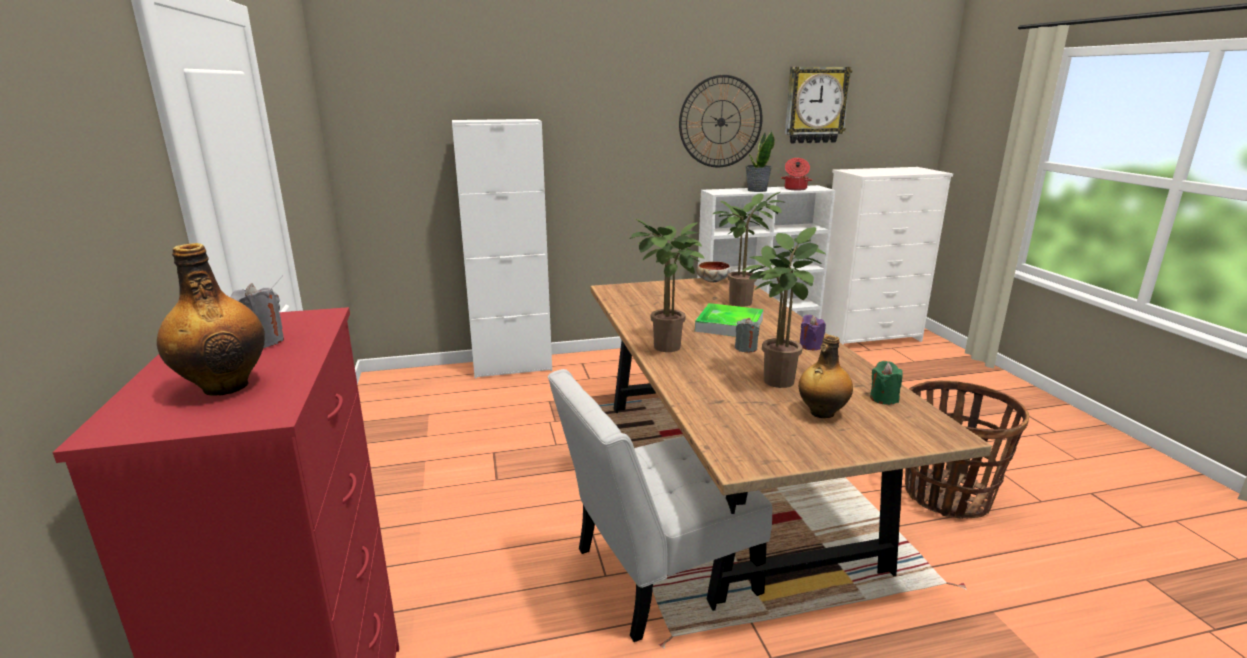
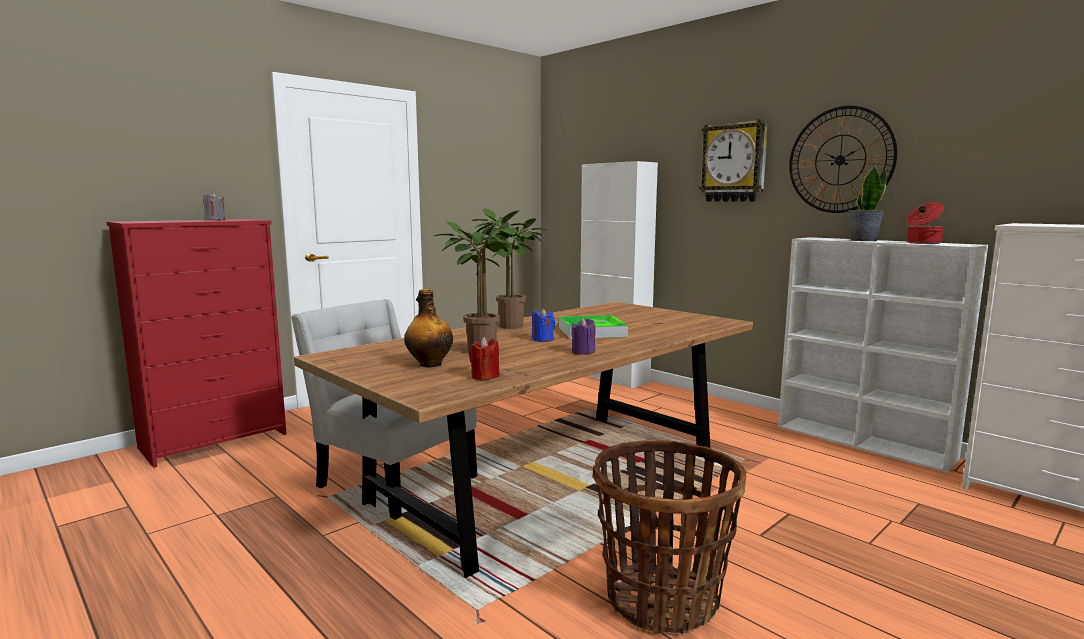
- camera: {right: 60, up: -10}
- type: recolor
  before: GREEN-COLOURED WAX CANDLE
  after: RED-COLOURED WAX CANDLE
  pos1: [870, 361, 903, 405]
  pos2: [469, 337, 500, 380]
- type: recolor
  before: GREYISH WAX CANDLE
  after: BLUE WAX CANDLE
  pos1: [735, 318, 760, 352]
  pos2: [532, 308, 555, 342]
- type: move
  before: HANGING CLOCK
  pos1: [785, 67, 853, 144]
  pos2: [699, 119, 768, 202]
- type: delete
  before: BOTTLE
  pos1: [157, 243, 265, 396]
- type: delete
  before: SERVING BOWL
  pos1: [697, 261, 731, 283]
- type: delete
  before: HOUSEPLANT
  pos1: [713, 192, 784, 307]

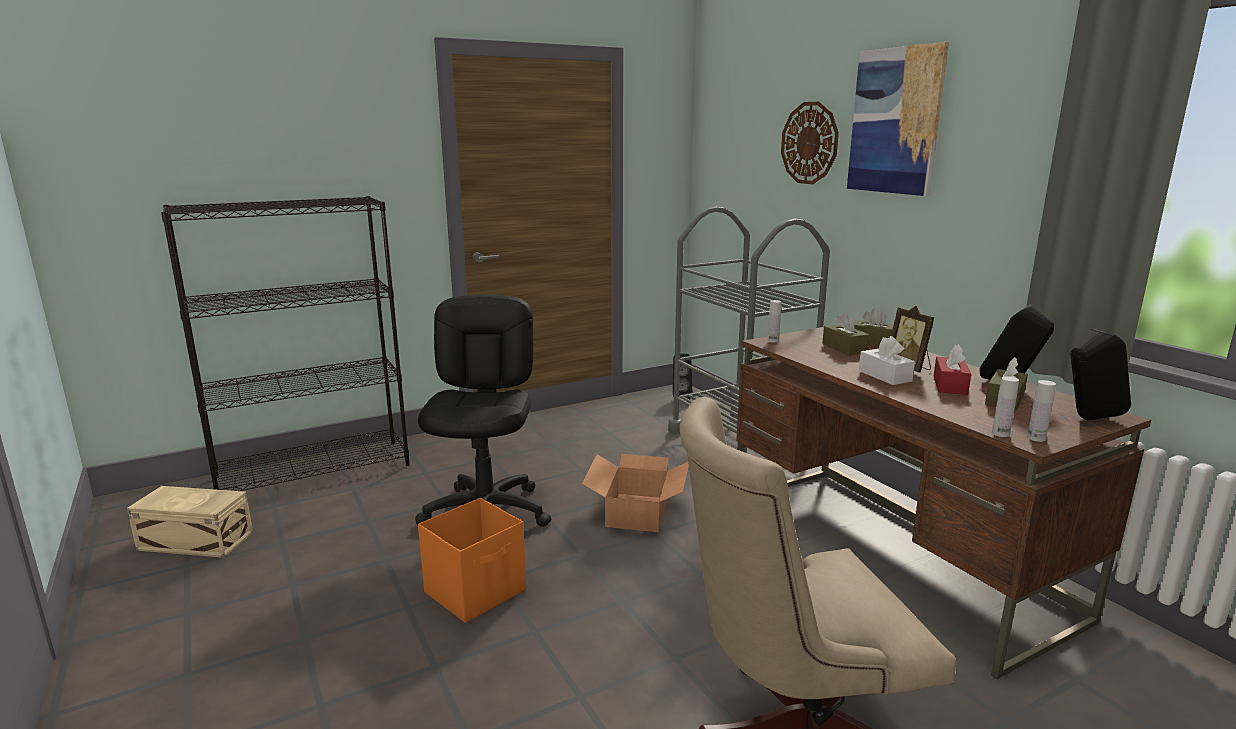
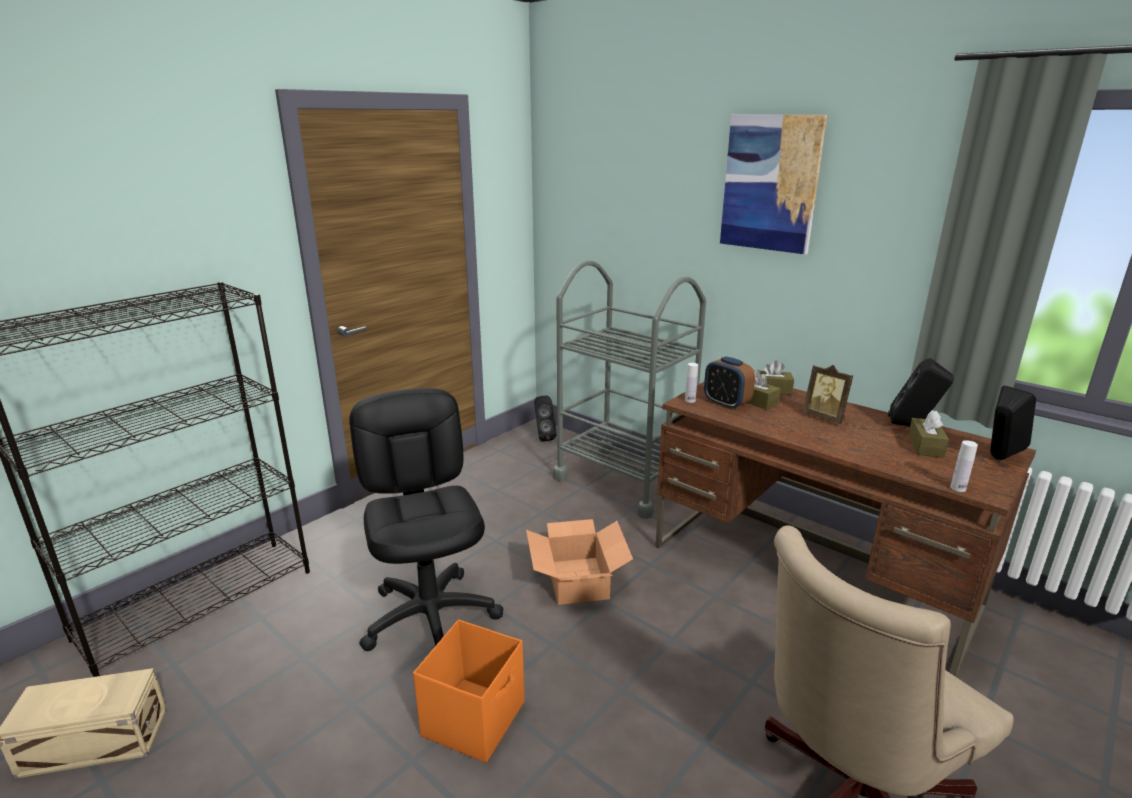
- camera: {right: -20, up: 5}
- type: insert
  after: BEDSIDE CLOCK
  pos2: [704, 356, 755, 410]
- type: delete
  before: HANGING CLOCK
  pos1: [781, 102, 839, 184]
- type: delete
  before: WHITISH TISSUE BOX
  pos1: [859, 336, 915, 385]
- type: delete
  before: RED-COLOURED TISSUE BOX
  pos1: [934, 344, 971, 395]
- type: delete
  before: WHITISH BOTTLE
  pos1: [1027, 380, 1056, 442]

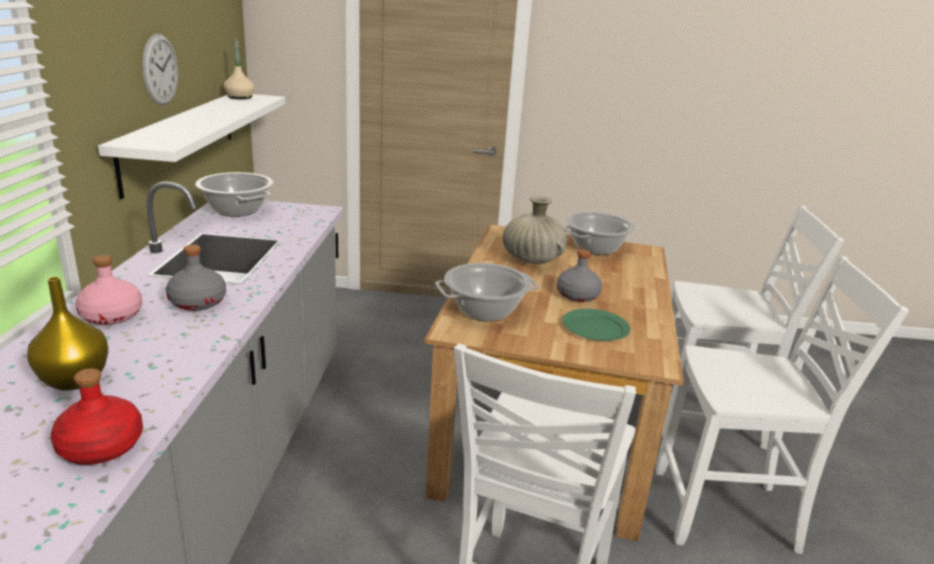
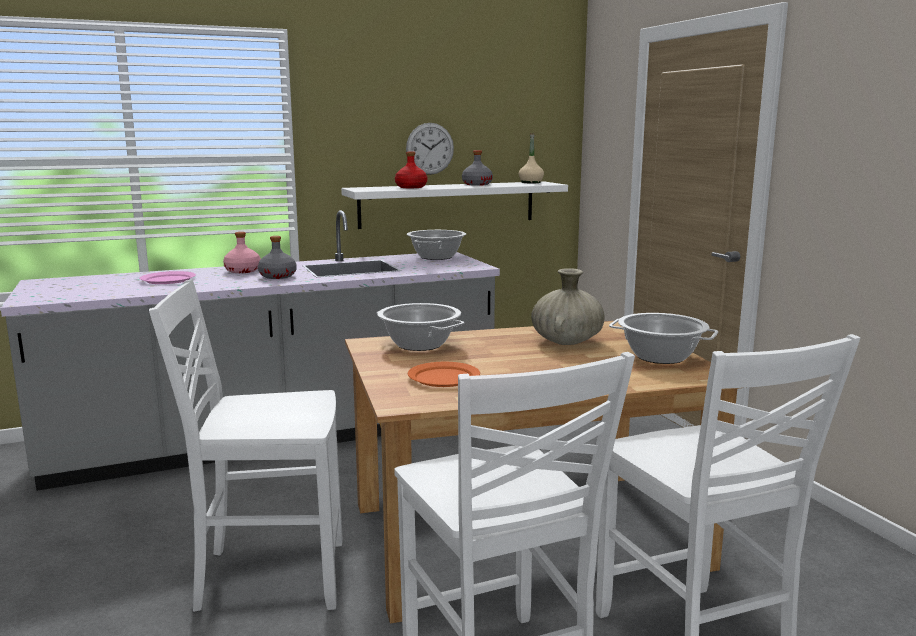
- camera: {right: 65, up: -10}
- type: replace
  before: YELLOW-COLOURED DECORATIVE VASE
  after: PINK DINNER PLATE
  pos1: [27, 277, 108, 391]
  pos2: [139, 271, 196, 284]
- type: move
  before: RED-COLOURED BOTTLE
  pos1: [51, 368, 143, 465]
  pos2: [395, 152, 427, 188]
- type: recolor
  before: GREEN-COLOURED DINNER PLATE
  after: ORANGE-COLOURED DINNER PLATE
  pos1: [562, 308, 631, 341]
  pos2: [408, 362, 480, 387]
- type: move
  before: GREYISH BOTTLE
  pos1: [557, 249, 602, 302]
  pos2: [462, 150, 493, 186]

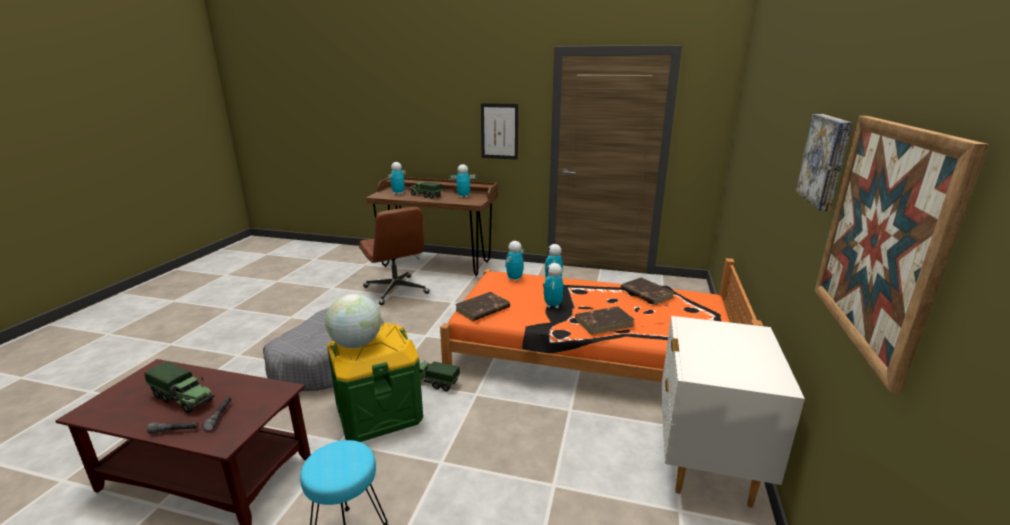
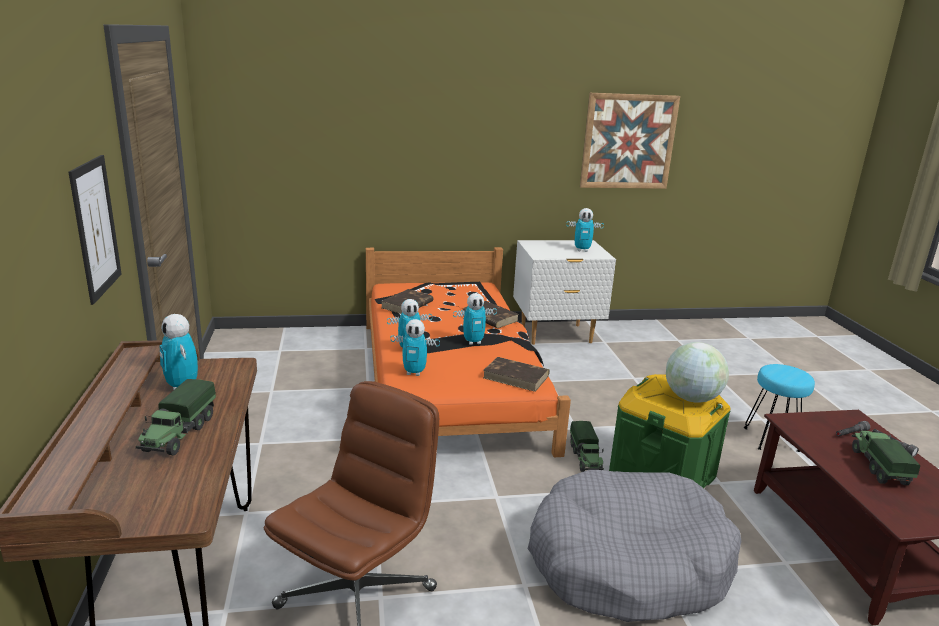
- camera: {right: -115, up: 0}
- type: move
  before: MODEL ROBOT
  pos1: [388, 162, 406, 195]
  pos2: [566, 208, 604, 252]
- type: delete
  before: WALL PICTURE
  pos1: [796, 114, 853, 211]

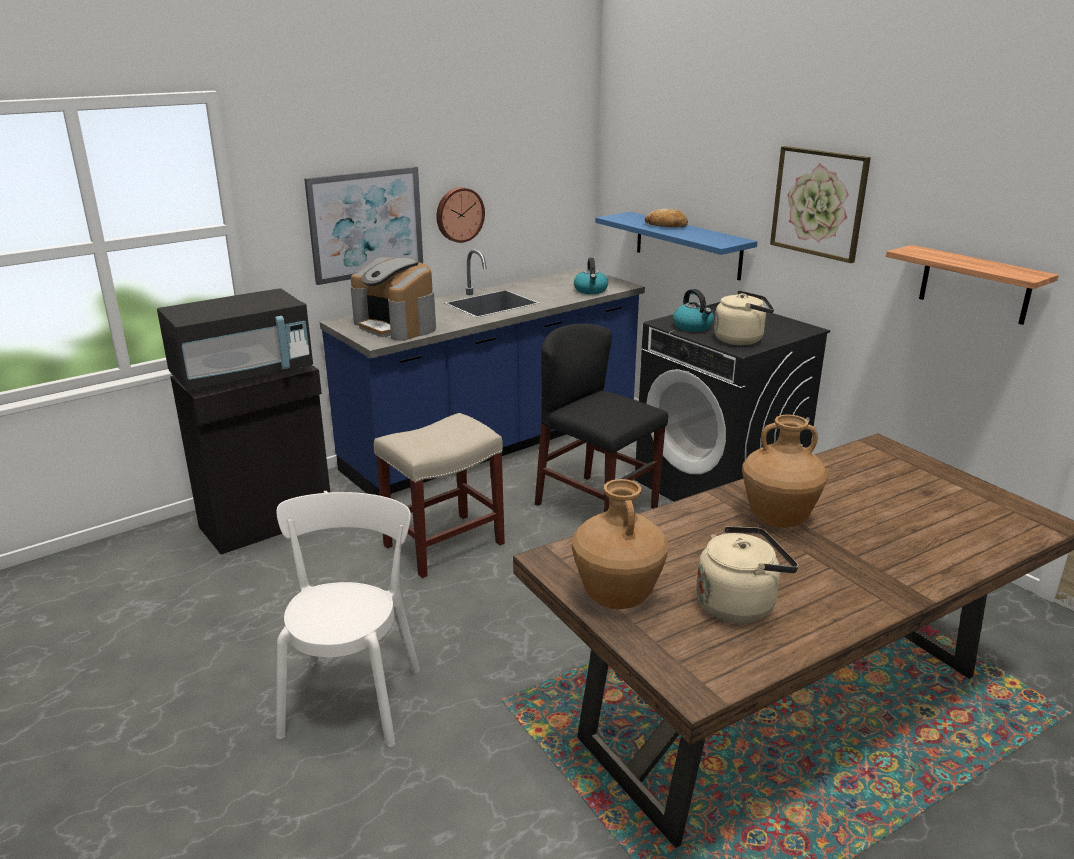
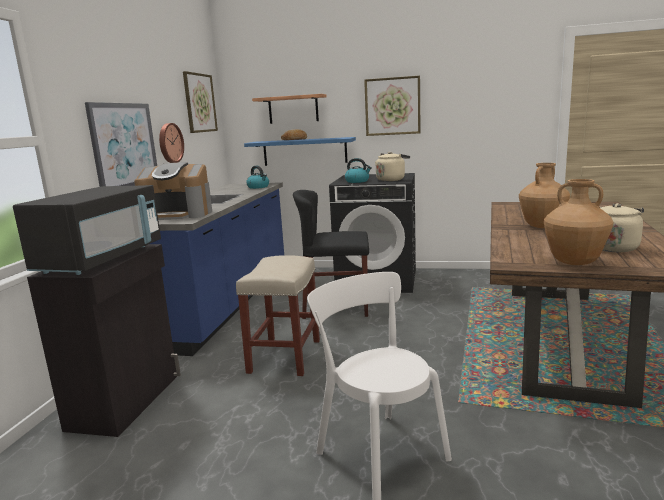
- camera: {right: -40, up: -10}
- type: insert
  after: WALL PICTURE
  pos2: [183, 71, 218, 133]
- type: move
  before: WALL SHELF
  pos1: [886, 245, 1059, 325]
  pos2: [252, 94, 327, 124]

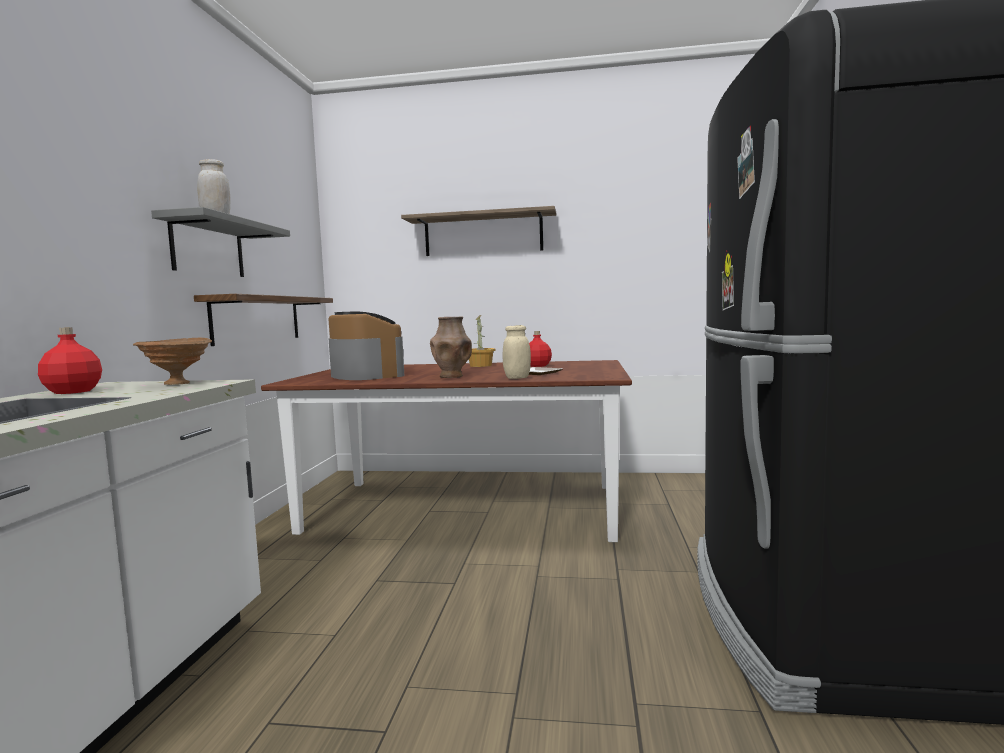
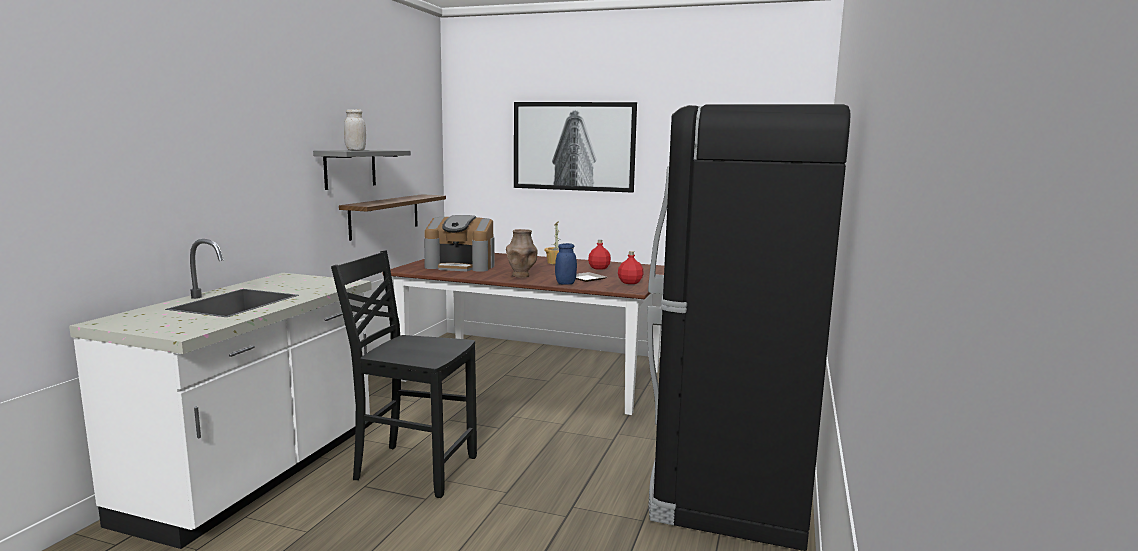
- camera: {right: 10, up: 5}
- type: insert
  after: BLACK UPRIGHT CHAIR
  pos2: [331, 251, 477, 498]
- type: rotate
  before: COFFEE BREWER
  pos1: [329, 312, 404, 380]
  pos2: [424, 215, 494, 272]
  turn: 120
- type: replace
  before: WALL SHELF
  after: WALL PICTURE
  pos1: [401, 206, 556, 256]
  pos2: [514, 102, 637, 193]
- type: recolor
  before: SAND-COLOURED JAR
  after: BLUE JAR
  pos1: [503, 325, 531, 379]
  pos2: [555, 243, 577, 285]
- type: move
  before: RED-COLOURED BOTTLE
  pos1: [38, 327, 102, 394]
  pos2: [618, 251, 644, 284]
- type: delete
  before: BROWNISH SERVING BOWL
  pos1: [133, 338, 212, 385]

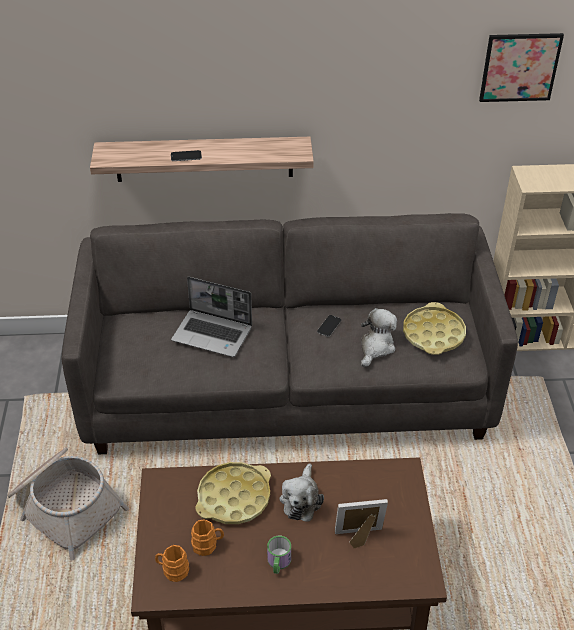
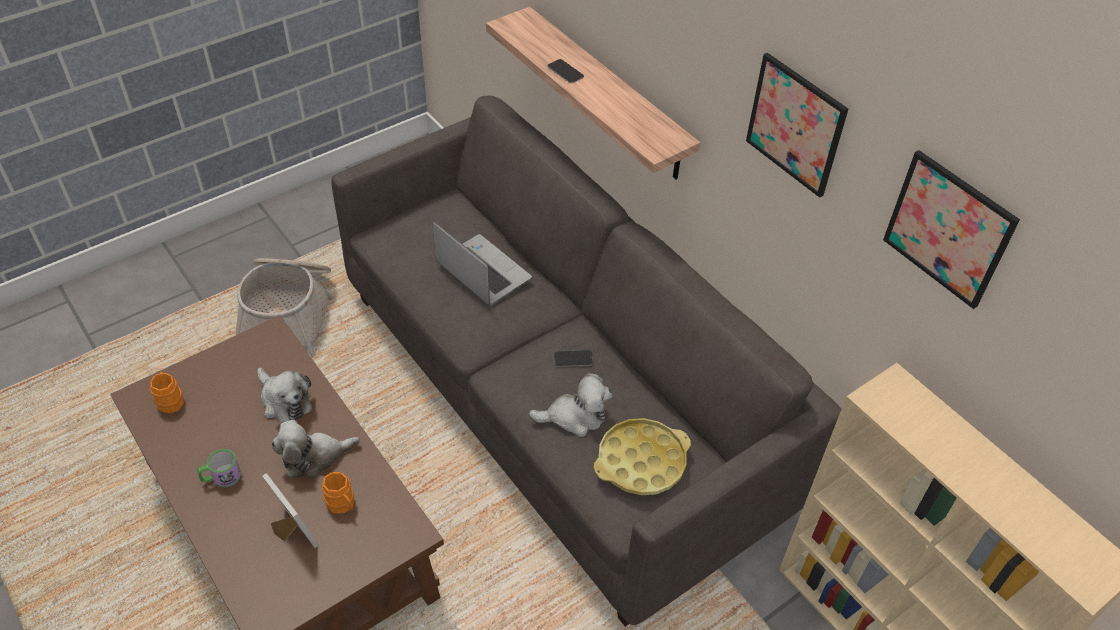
- camera: {right: 55, up: 5}
- type: replace
  before: YELLOW-COLOURED SERVING TRAY
  after: SOFT TOY
  pos1: [196, 462, 271, 524]
  pos2: [257, 367, 312, 422]
- type: move
  before: ORANGE-COLOURED MUG
  pos1: [191, 519, 224, 556]
  pos2: [322, 472, 354, 513]
- type: rotate
  before: PORTABLE COMPUTER
  pos1: [171, 277, 252, 357]
  pos2: [432, 221, 532, 306]
  turn: 150
- type: insert
  after: WALL PICTURE
  pos2: [746, 53, 848, 198]

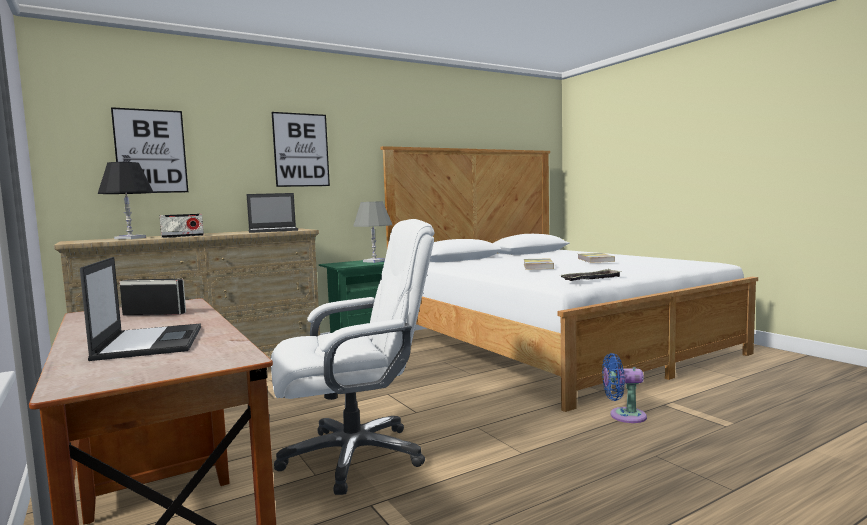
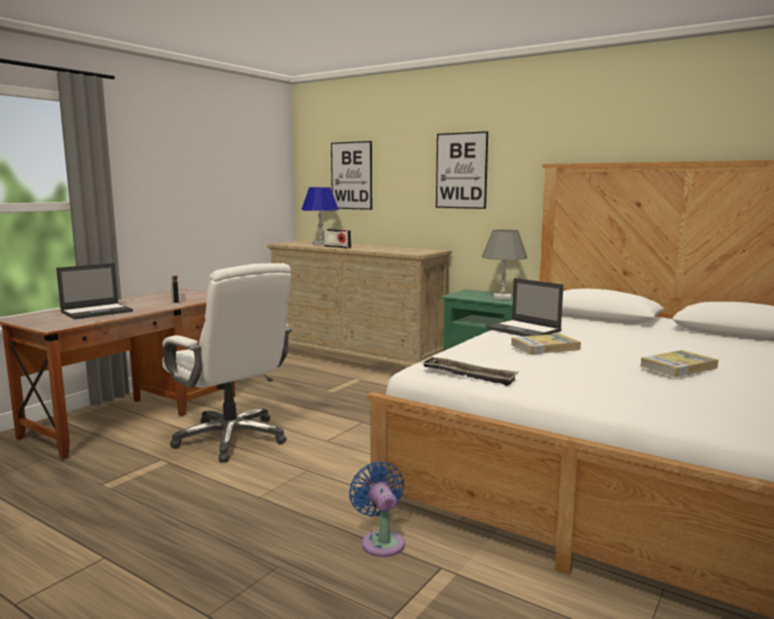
- camera: {right: 65, up: 5}
- type: recolor
  before: BLACK TABLETOP LAMP
  after: BLUE TABLETOP LAMP
  pos1: [98, 162, 154, 239]
  pos2: [301, 187, 339, 245]
- type: move
  before: PORTABLE COMPUTER
  pos1: [247, 193, 298, 233]
  pos2: [486, 278, 563, 337]

